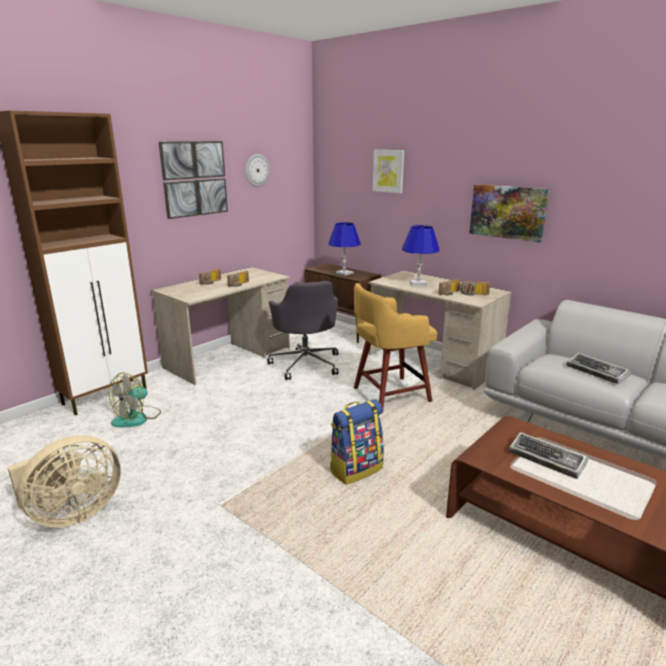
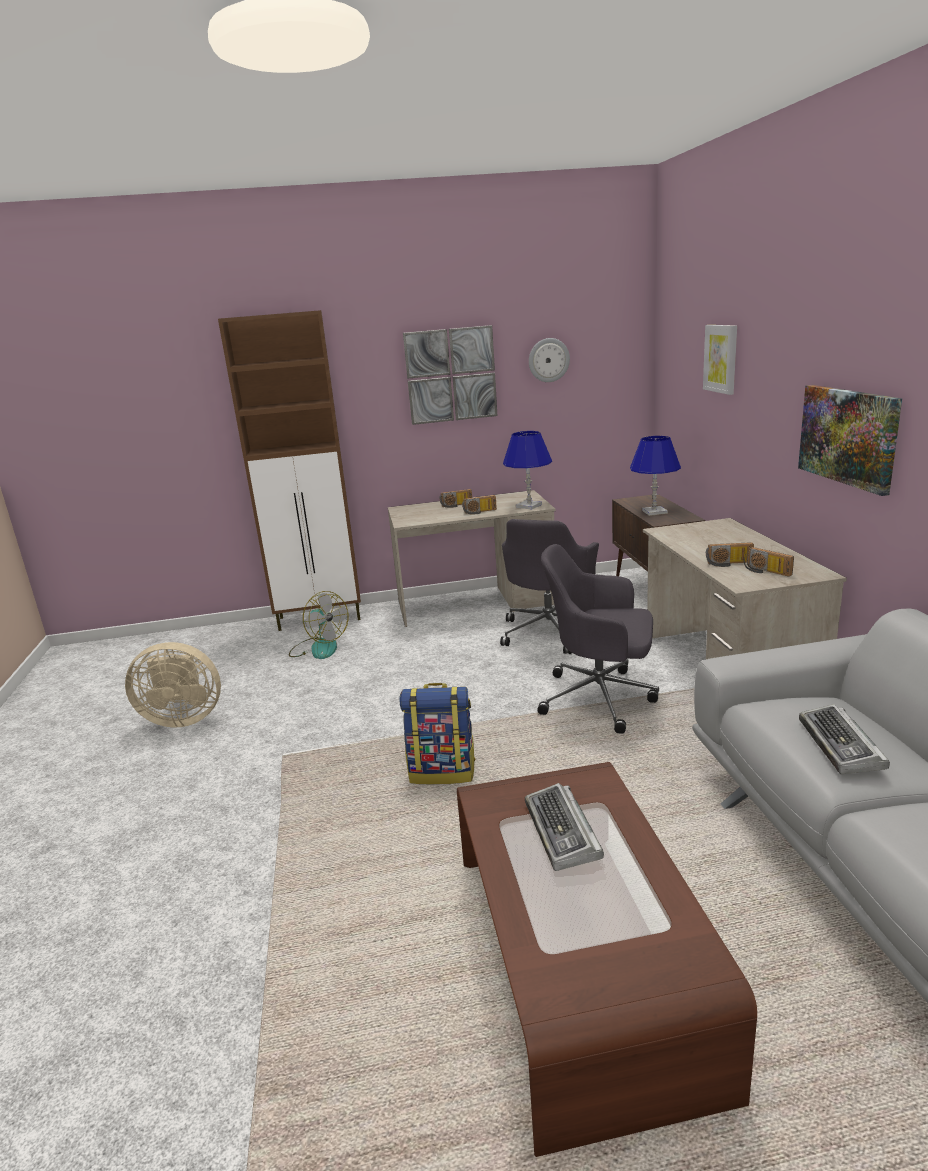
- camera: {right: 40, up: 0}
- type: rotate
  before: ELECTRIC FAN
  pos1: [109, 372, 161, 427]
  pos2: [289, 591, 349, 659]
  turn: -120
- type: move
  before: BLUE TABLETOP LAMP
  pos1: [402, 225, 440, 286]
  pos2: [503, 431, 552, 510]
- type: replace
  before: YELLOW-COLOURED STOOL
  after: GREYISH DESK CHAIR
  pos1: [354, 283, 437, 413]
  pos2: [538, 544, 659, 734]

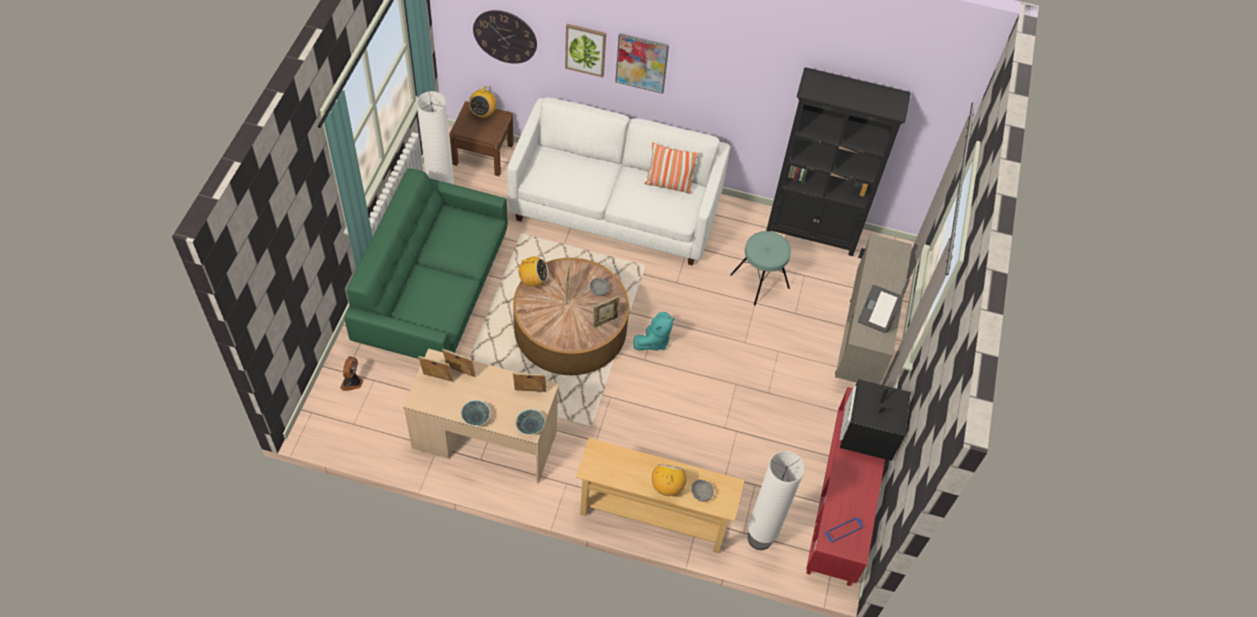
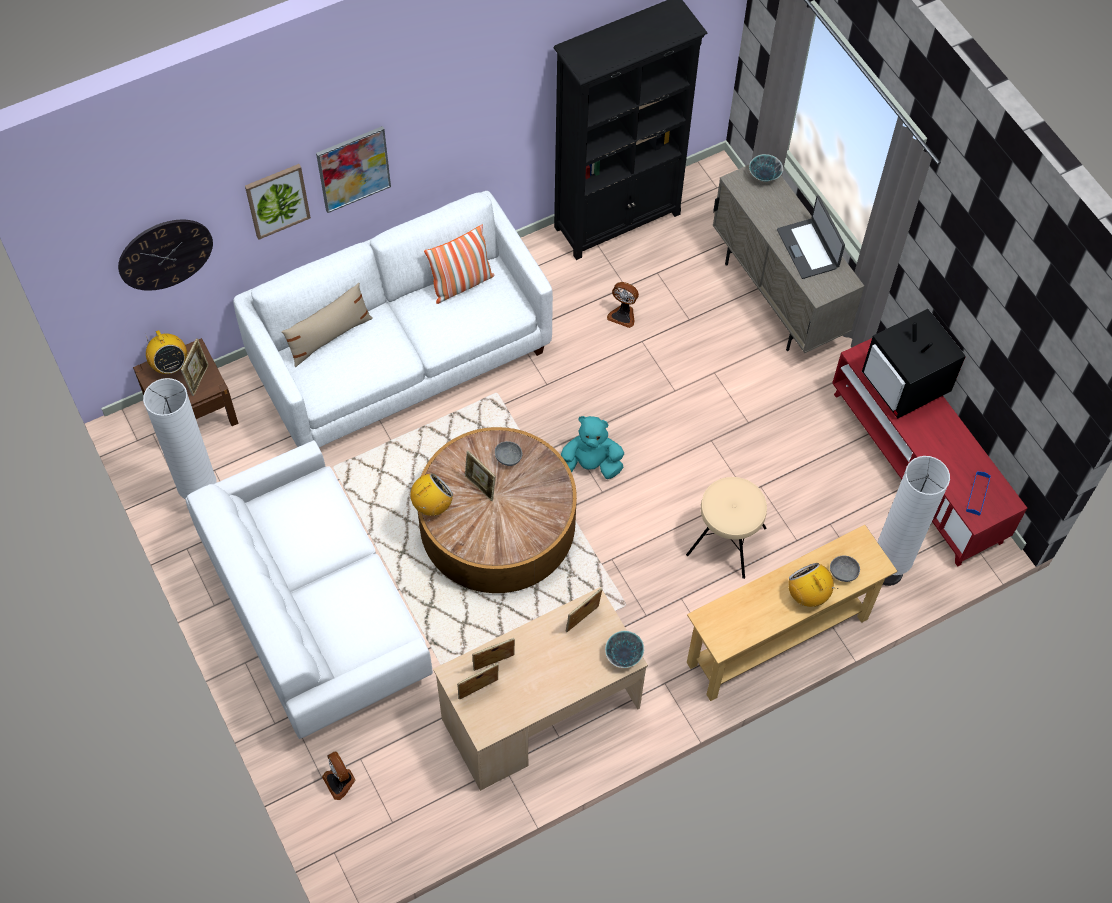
- camera: {right: -40, up: 5}
- type: move
  before: STANDING FRAME
  pos1: [593, 296, 620, 329]
  pos2: [181, 338, 208, 396]
- type: recolor
  before: GREEN-COLOURED SOFA
  after: WHITISH SOFA
  pos1: [344, 168, 508, 359]
  pos2: [186, 440, 433, 739]
- type: insert
  after: SAND-COLOURED CUSHION
  pos2: [282, 283, 373, 367]
- type: rotate
  before: TURQUOISE-COLOURED SOFT TOY
  pos1: [633, 312, 674, 351]
  pos2: [561, 416, 624, 479]
  turn: -90
- type: replace
  before: TURQUOISE-COLOURED STOOL
  after: ELECTRIC FAN
  pos1: [730, 231, 791, 306]
  pos2: [607, 282, 639, 328]
- type: insert
  after: SAND-COLOURED STOOL
  pos2: [686, 477, 767, 579]
- type: move
  before: SERVING BOWL
  pos1: [461, 400, 491, 426]
  pos2: [749, 154, 783, 182]

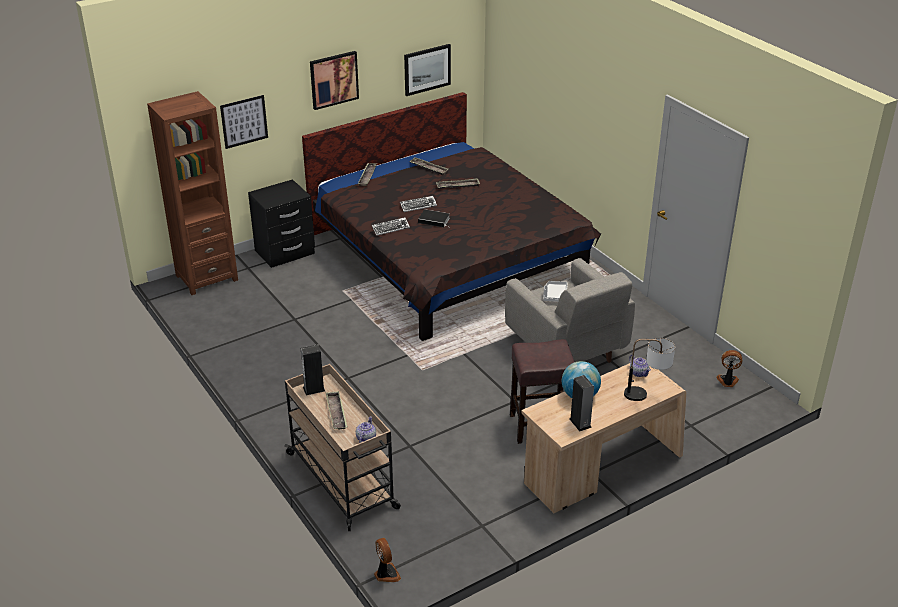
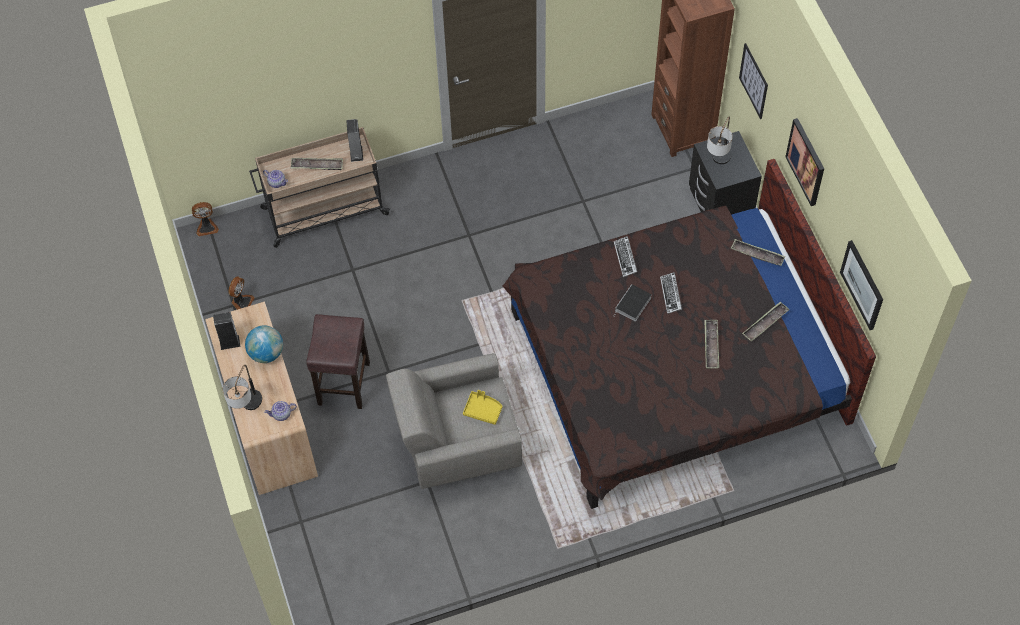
- camera: {right: 105, up: 25}
- type: move
  before: ELECTRIC FAN
  pos1: [716, 350, 742, 387]
  pos2: [228, 277, 254, 310]
- type: recolor
  before: WHITISH SERVING TRAY
  after: YELLOW-COLOURED SERVING TRAY
  pos1: [543, 281, 567, 302]
  pos2: [463, 390, 503, 425]
- type: insert
  after: TABLETOP LAMP
  pos2: [707, 116, 733, 164]

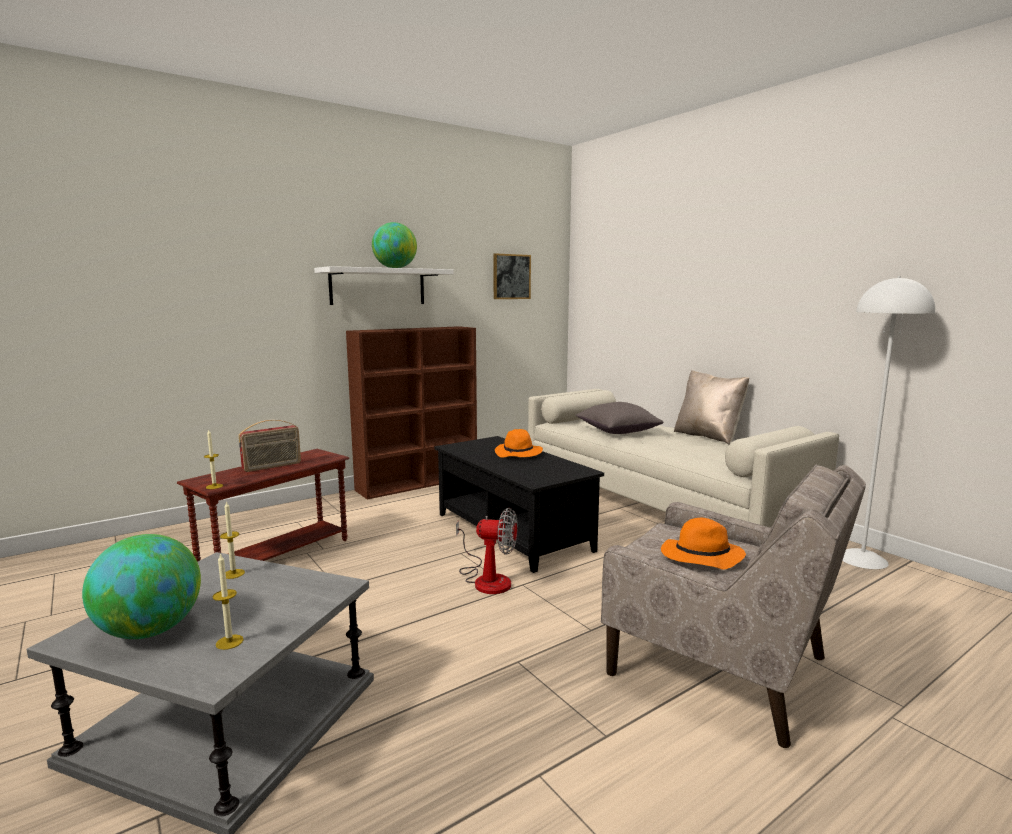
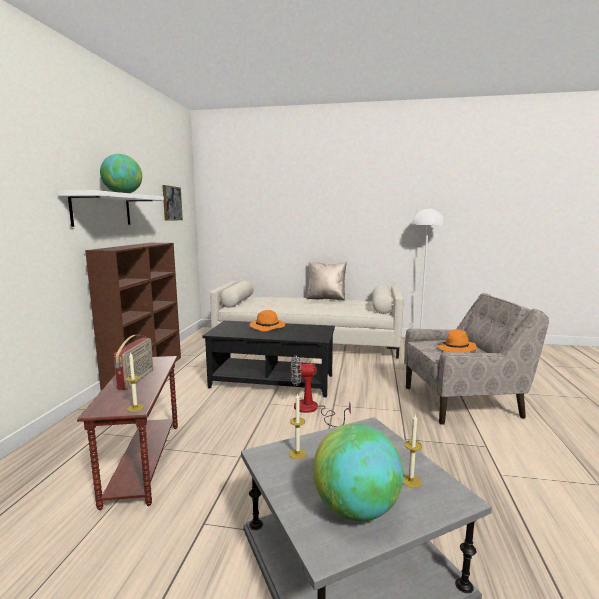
- camera: {right: -45, up: 0}
- type: rotate
  before: ELECTRIC FAN
  pos1: [456, 508, 518, 594]
  pos2: [290, 356, 351, 427]
  turn: -150
- type: delete
  before: GREYISH CUSHION
  pos1: [576, 402, 664, 434]

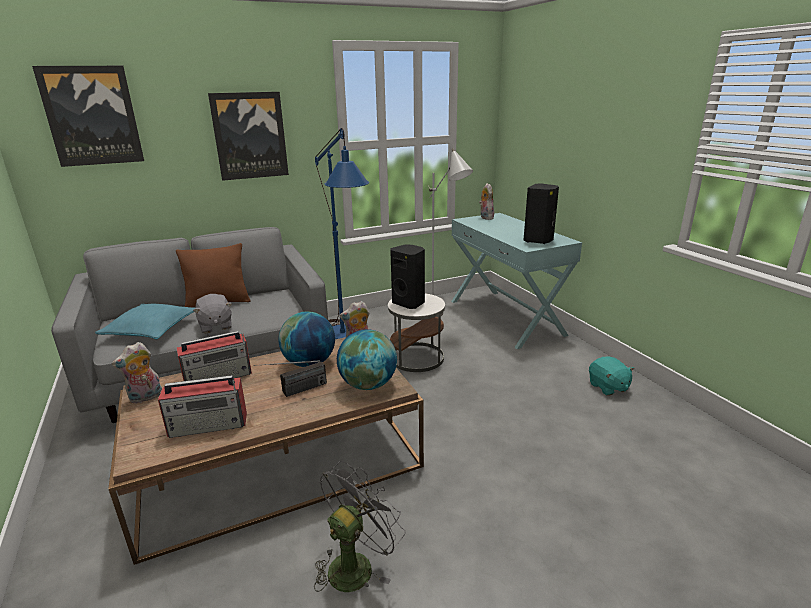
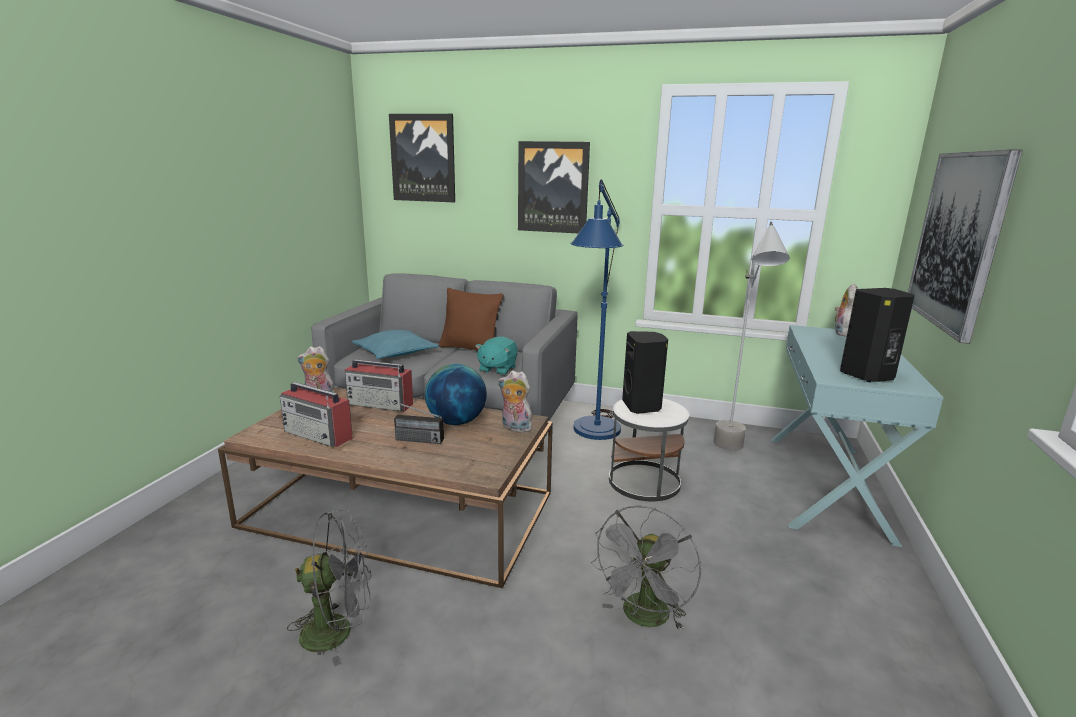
- camera: {right: 40, up: -5}
- type: move
  before: TURQUOISE-COLOURED SOFT TOY
  pos1: [589, 357, 634, 396]
  pos2: [476, 336, 518, 375]
- type: insert
  after: GREYISH ELECTRIC FAN
  pos2: [591, 506, 701, 631]
- type: insert
  after: WALL PICTURE
  pos2: [908, 150, 1023, 344]
- type: delete
  before: GREYISH SOFT TOY
  pos1: [193, 294, 232, 333]
- type: delete
  before: GLOBE
  pos1: [337, 329, 397, 390]

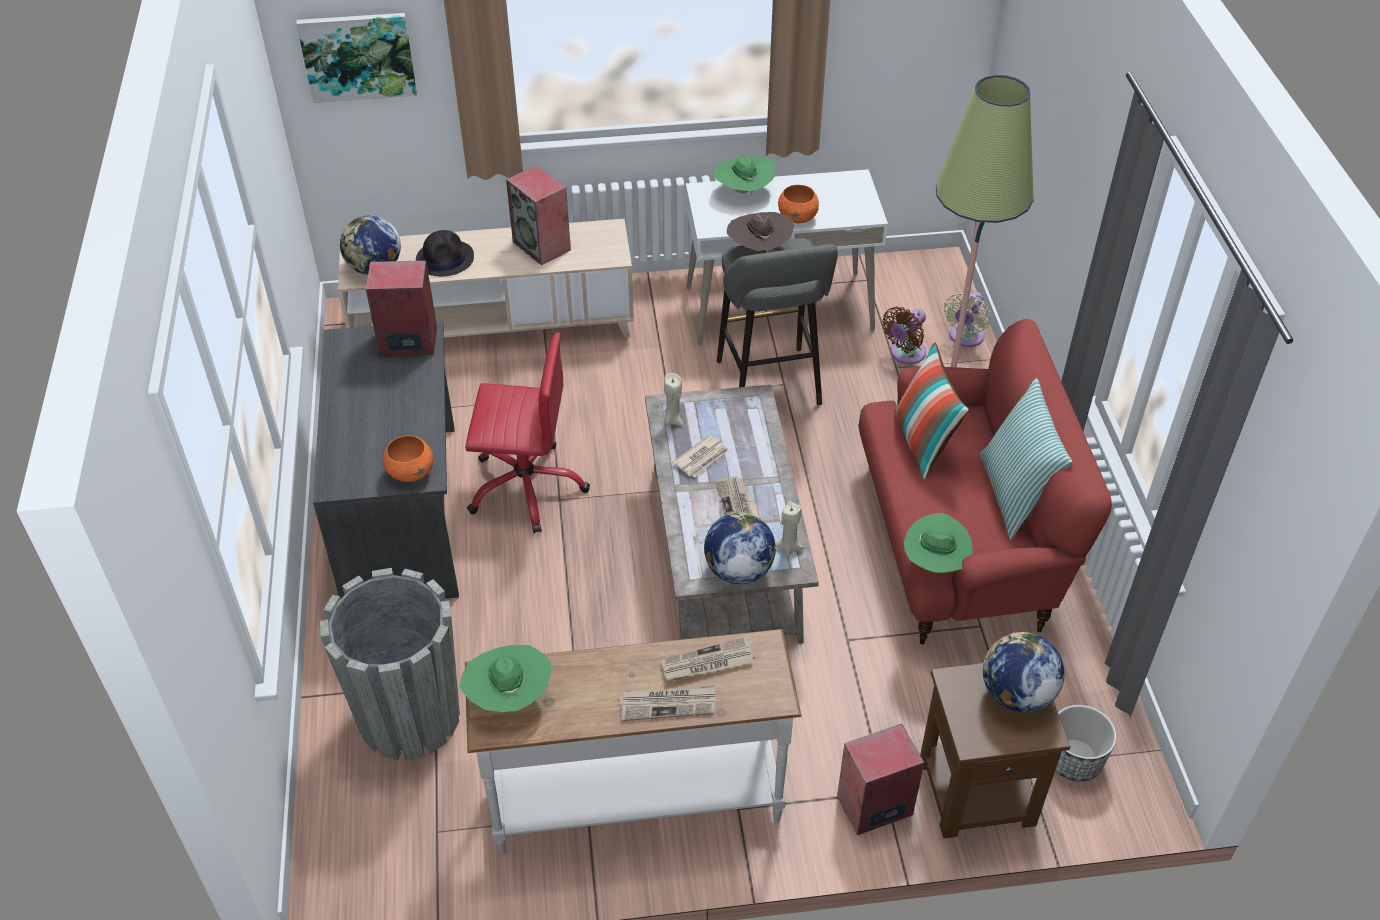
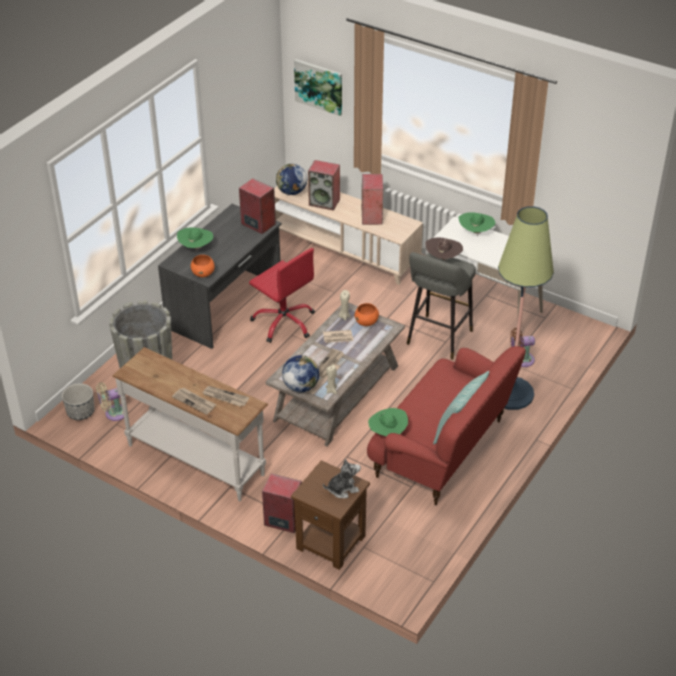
- camera: {right: 40, up: -5}
- type: move
  before: FLOWER POT
  pos1: [1055, 705, 1117, 782]
  pos2: [62, 383, 95, 420]
- type: move
  before: SAND-COLOURED ELECTRIC FAN
  pos1: [944, 291, 990, 347]
  pos2: [96, 382, 124, 421]
- type: move
  before: GREEN-COLOURED CLOTHING HAT
  pos1: [460, 645, 551, 712]
  pos2: [177, 227, 213, 252]
- type: replace
  before: BLACK CLOTHING HAT
  after: AUDIO SPEAKER
  pos1: [416, 230, 474, 276]
  pos2: [308, 160, 340, 211]
- type: replace
  before: GLOBE
  after: SOFT TOY
  pos1: [983, 632, 1065, 712]
  pos2: [323, 459, 361, 498]
- type: move
  before: ORANGE-COLOURED SERVING BOWL
  pos1: [778, 185, 819, 223]
  pos2: [355, 303, 379, 326]
- type: delete
  before: CUSHION
  pos1: [894, 342, 969, 480]

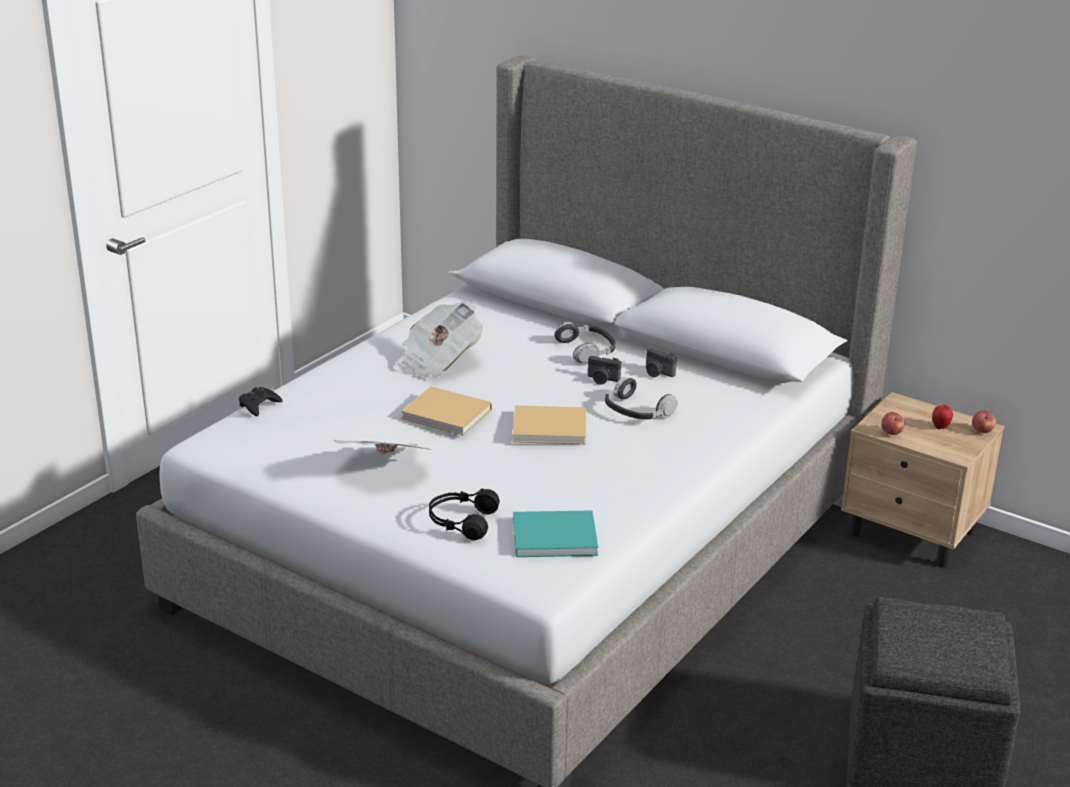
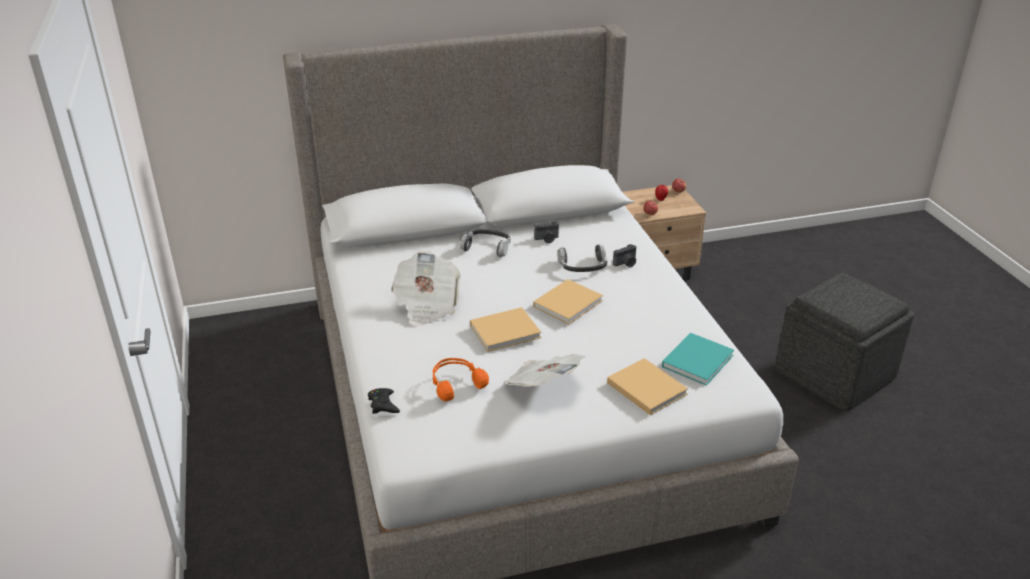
- camera: {right: -50, up: 5}
- type: insert
  after: ORANGE-COLOURED HEADPHONES
  pos2: [433, 358, 489, 401]
- type: replace
  before: BLACK HEADPHONES
  after: SAND-COLOURED VOLUME
  pos1: [429, 488, 500, 540]
  pos2: [607, 358, 688, 415]
- type: move
  before: STILL CAMERA
  pos1: [588, 356, 621, 385]
  pos2: [613, 244, 636, 268]

